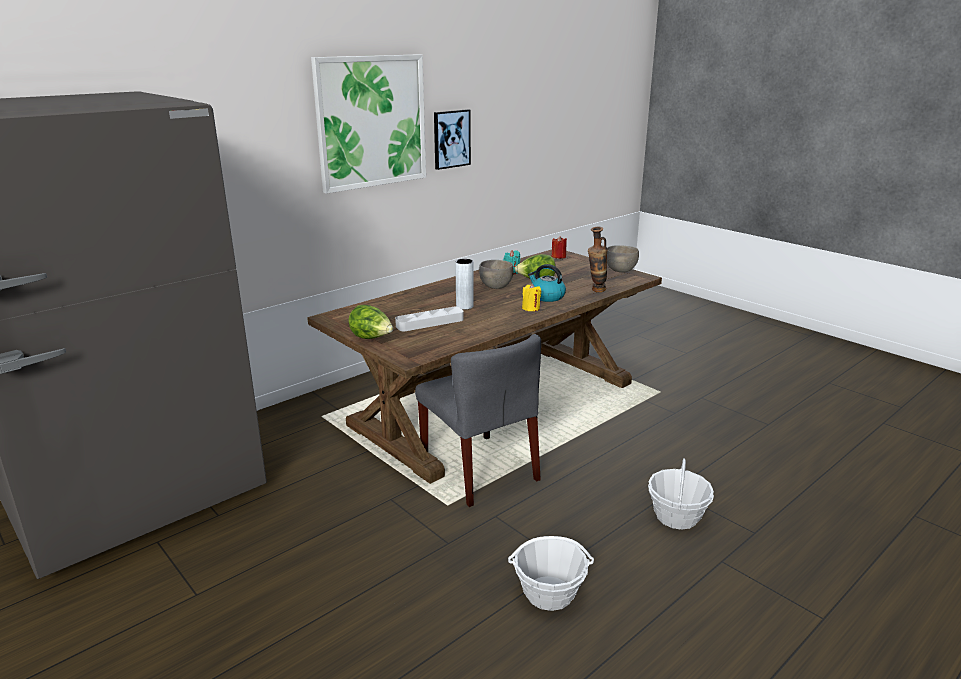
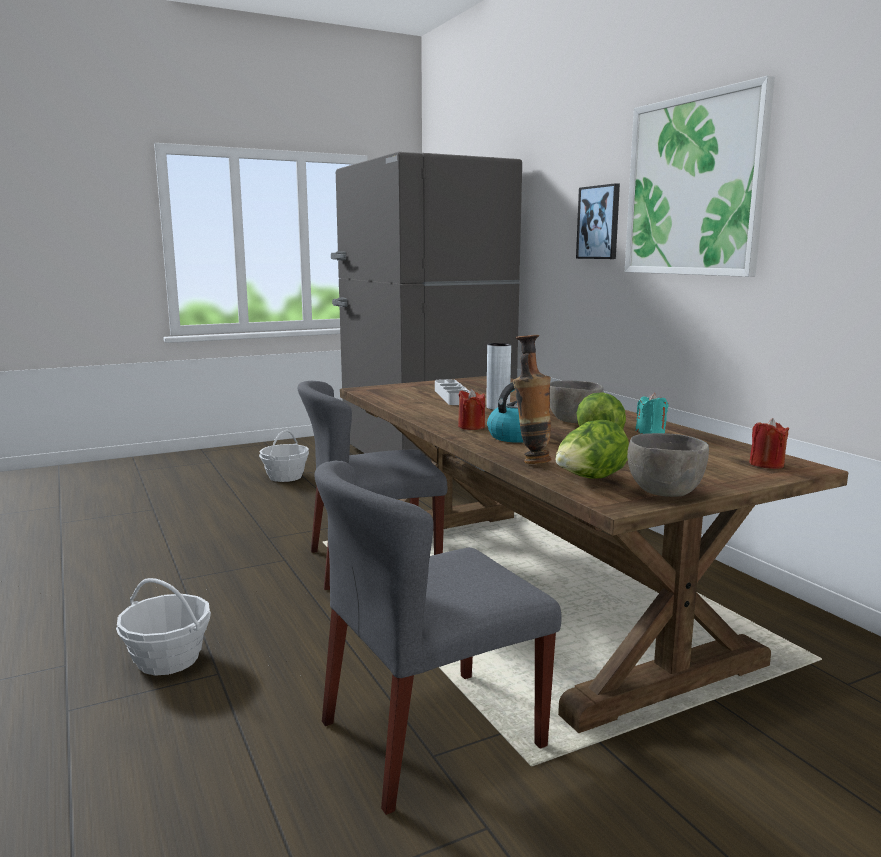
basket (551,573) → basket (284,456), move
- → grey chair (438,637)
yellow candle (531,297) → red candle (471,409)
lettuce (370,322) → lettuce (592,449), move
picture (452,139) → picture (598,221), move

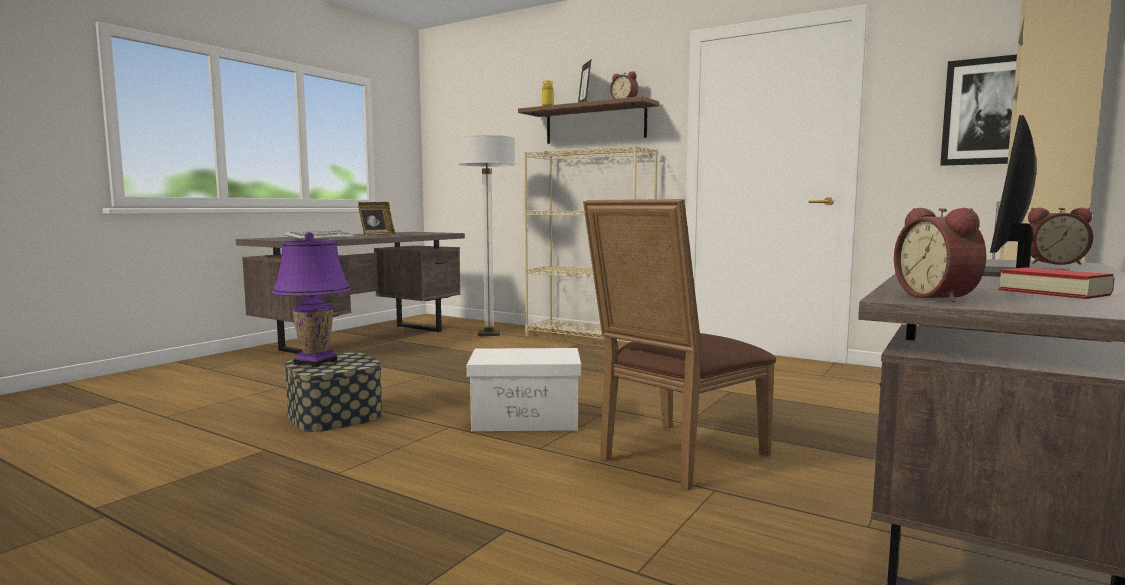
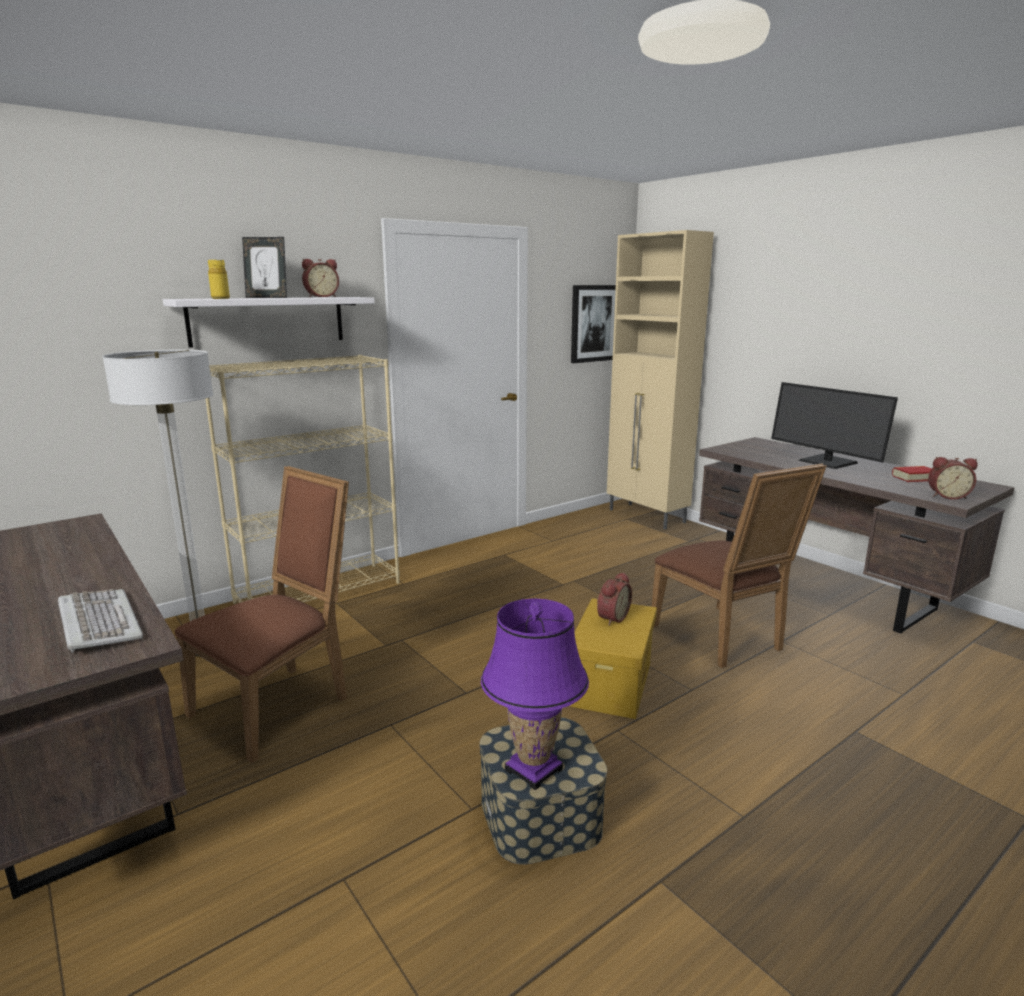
brown shelf (588,120) → white shelf (269,322)
- → brown chair (262,614)
white storage box (524,389) → yellow storage box (613,658)
alarm clock (1060,236) → alarm clock (614,599), move
picture frame (377,219) → -

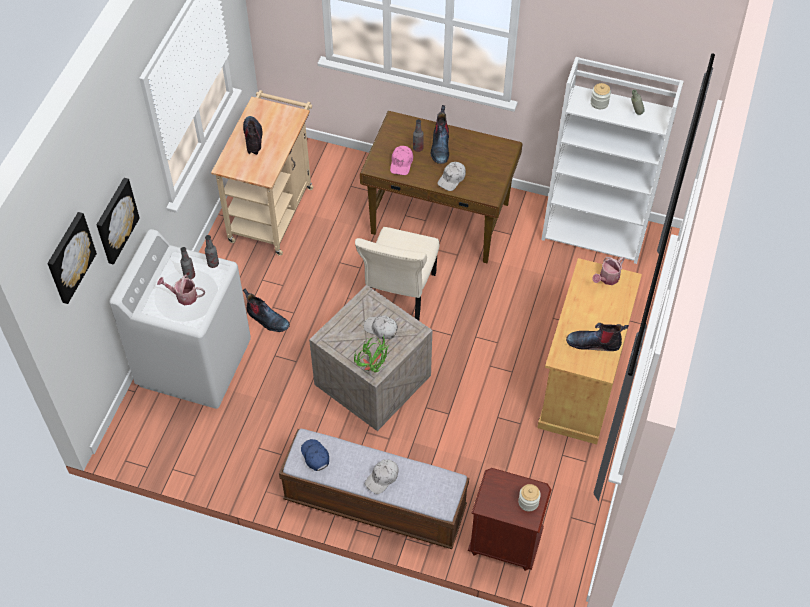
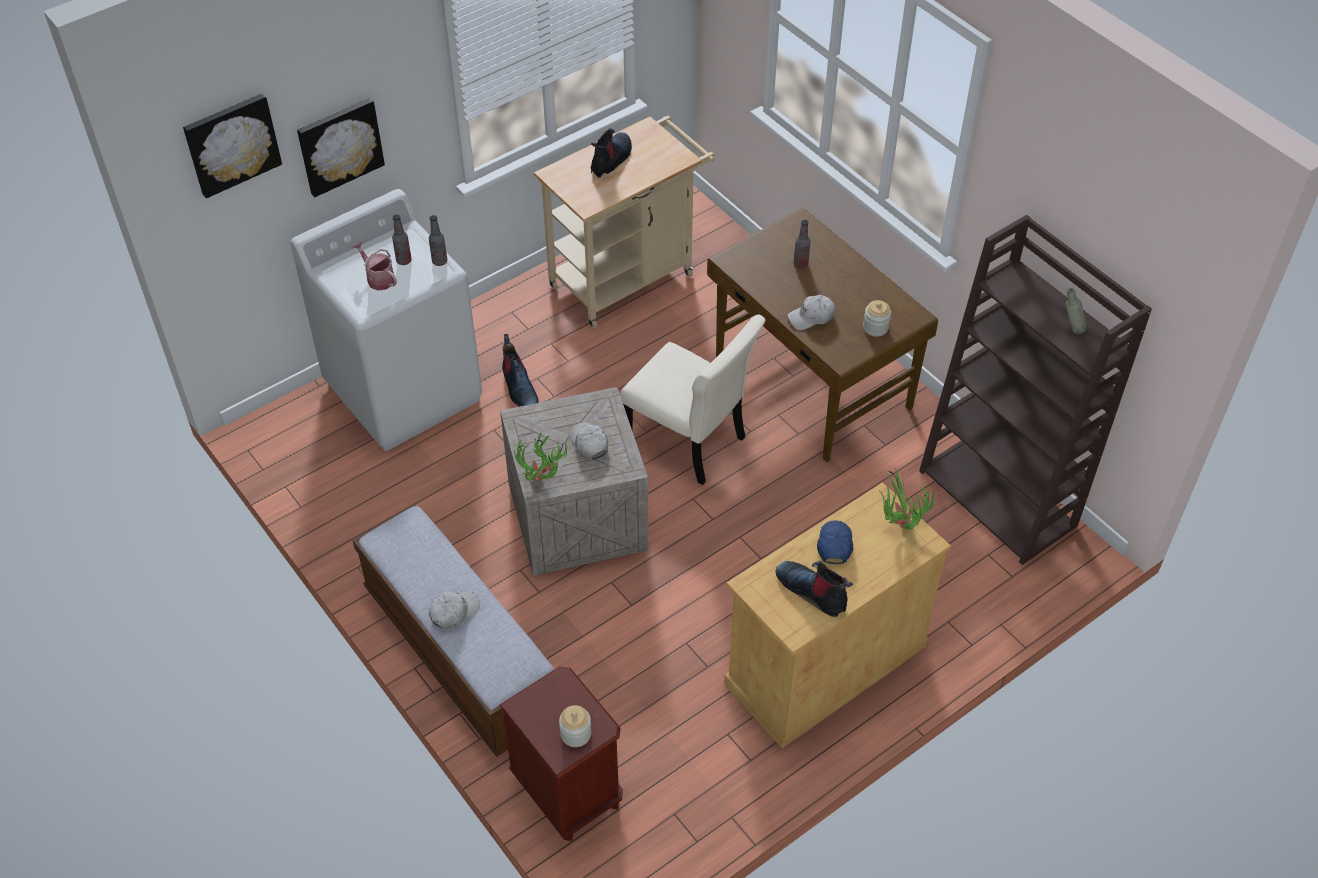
white cap (382,476) → white cap (454,610), 150 degrees clockwise
beige chair (397,273) → beige chair (693,399), 105 degrees counterclockwise
blue cap (315,455) → blue cap (835,542), move
jar (601,96) → jar (877,318), move
watering can (608,271) → potted plant (906,498)
white bookcase (612,160) → brown bookcase (1035,390)
pink cap (401,160) → -
boot (440,134) → -

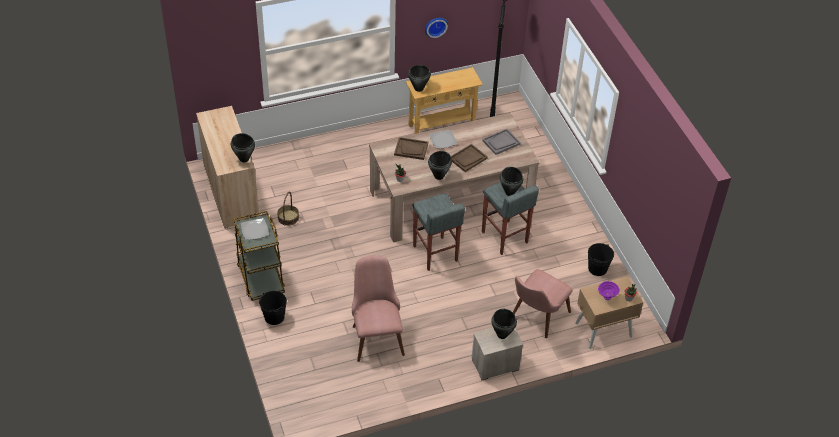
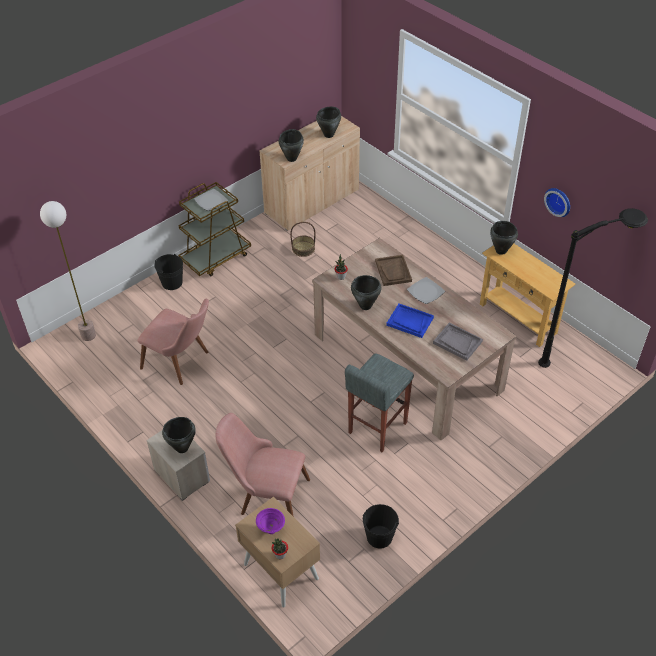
- → floor lamp (68,271)
pink chair (378,308) → pink chair (173,342), 60 degrees clockwise
black cooking pot (512,181) → black cooking pot (328,122), move
brown tray (469,158) → blue tray (410,320)
grey stool (439,232) → -

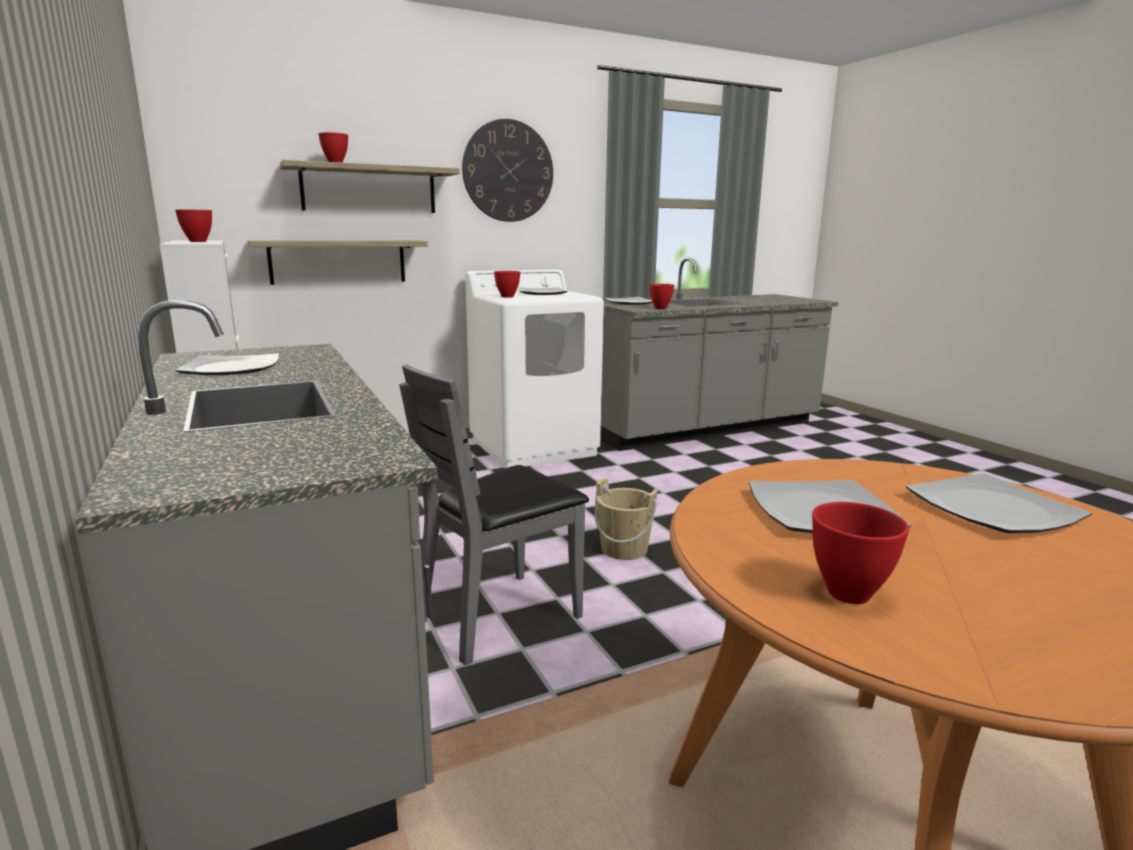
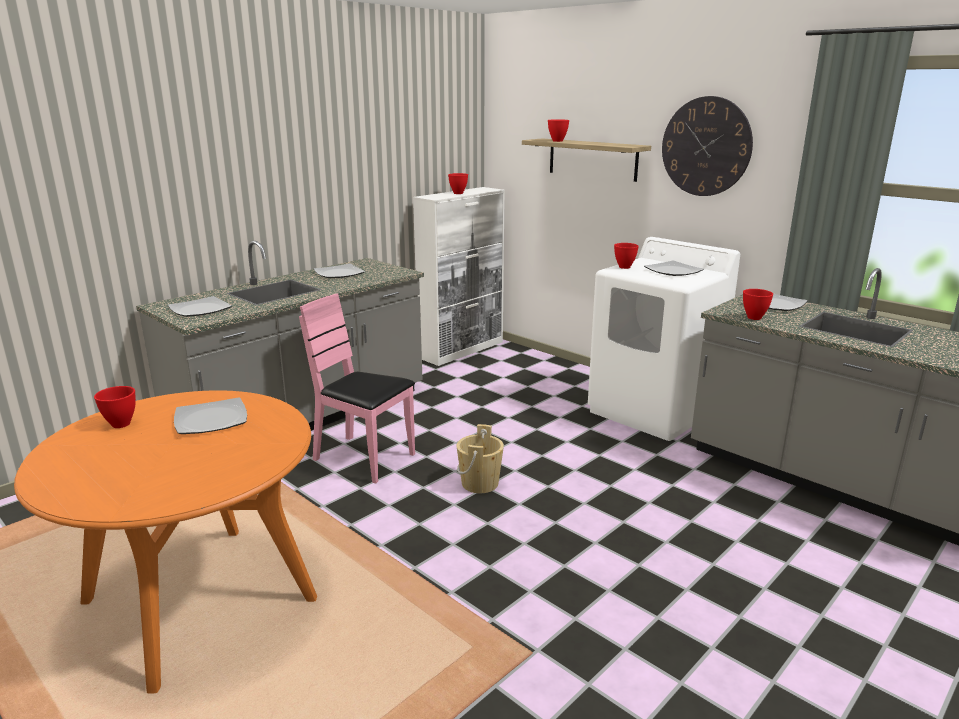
plate (999,503) → plate (200,306), move
grey chair (494,514) → pink chair (357,388)
shelf (337,262) → -

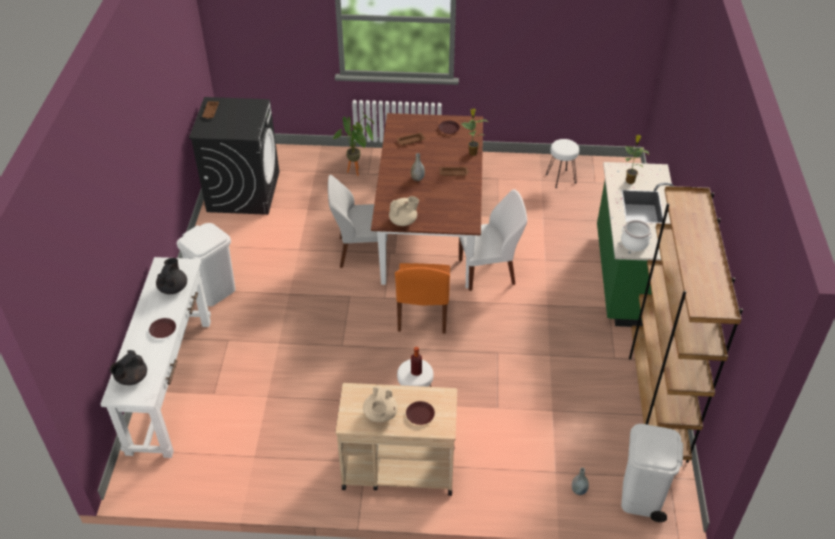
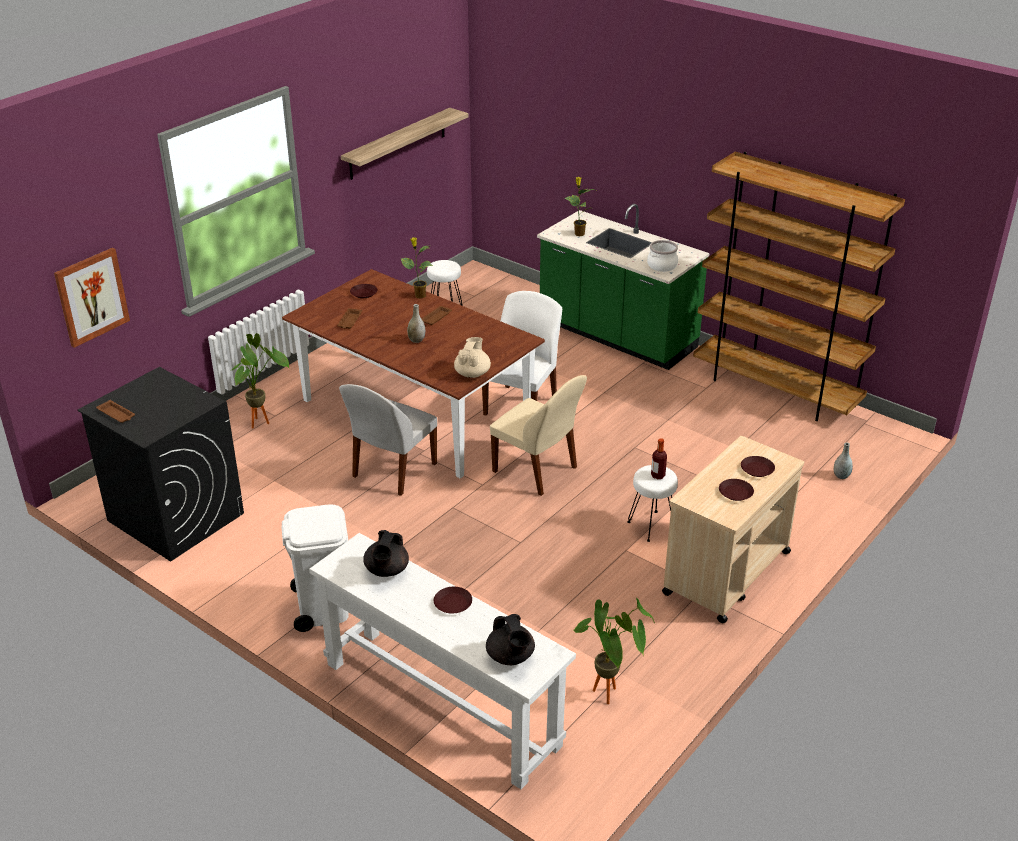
- → picture (92,298)
- → shelf (405,144)
black teapot (171,276) → black teapot (386,553), 120 degrees counterclockwise
orange chair (422,298) → beige chair (538,435)
- → potted plant (614,651)
beige teapot (380,404) → brown plate (736,490)
white trash can (652,473) → -

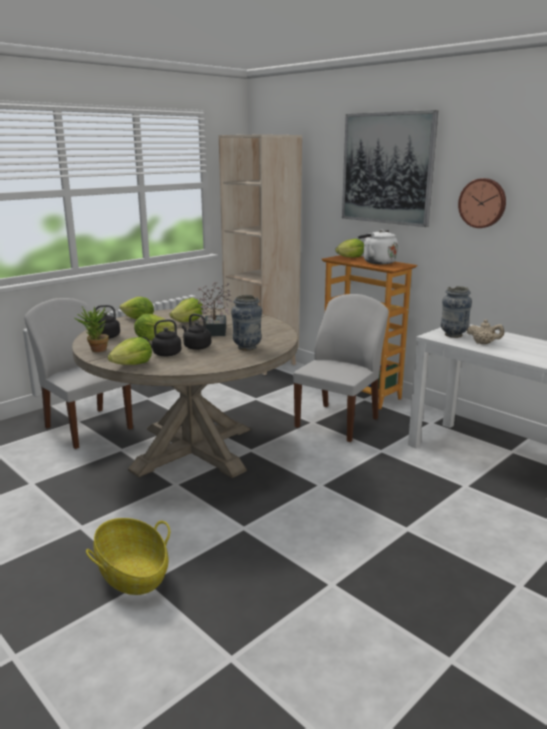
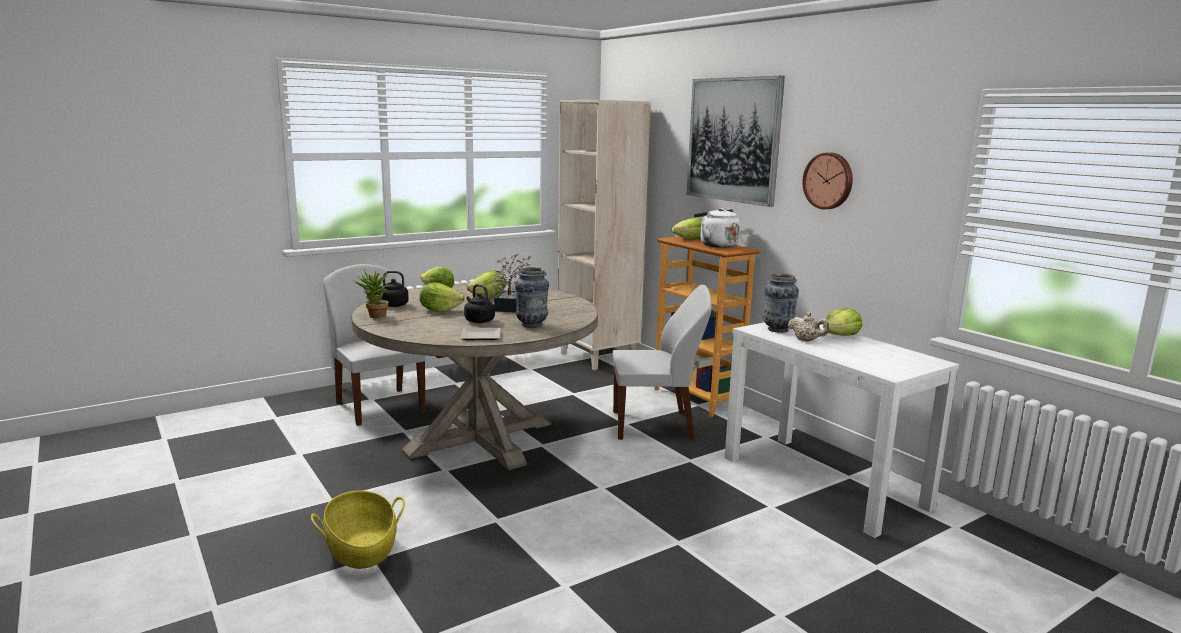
- → plate (481,334)
white chair (341,368) → white chair (662,362), 45 degrees clockwise
lettuce (130,351) → lettuce (842,322), move
black kettle (162,337) → -

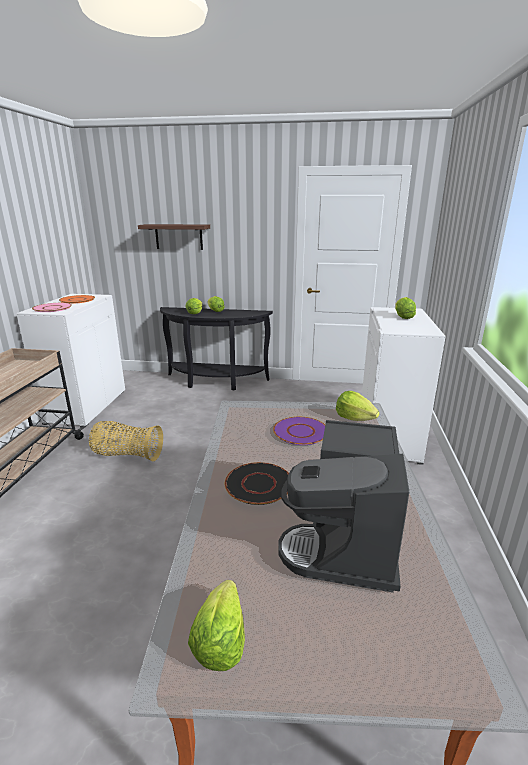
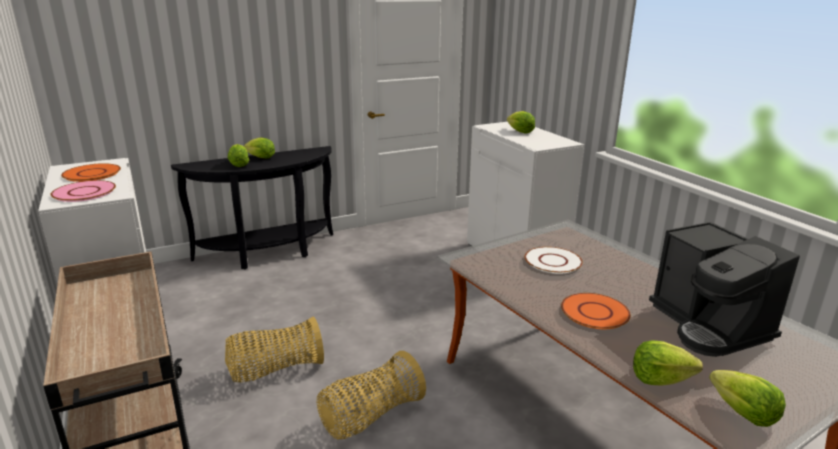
- → basket (371,395)
purple plate (299,431) → white plate (553,260)
black plate (257,483) → orange plate (596,311)
lettuce (358,406) → lettuce (668,363), move
shelf (174,237) → -

